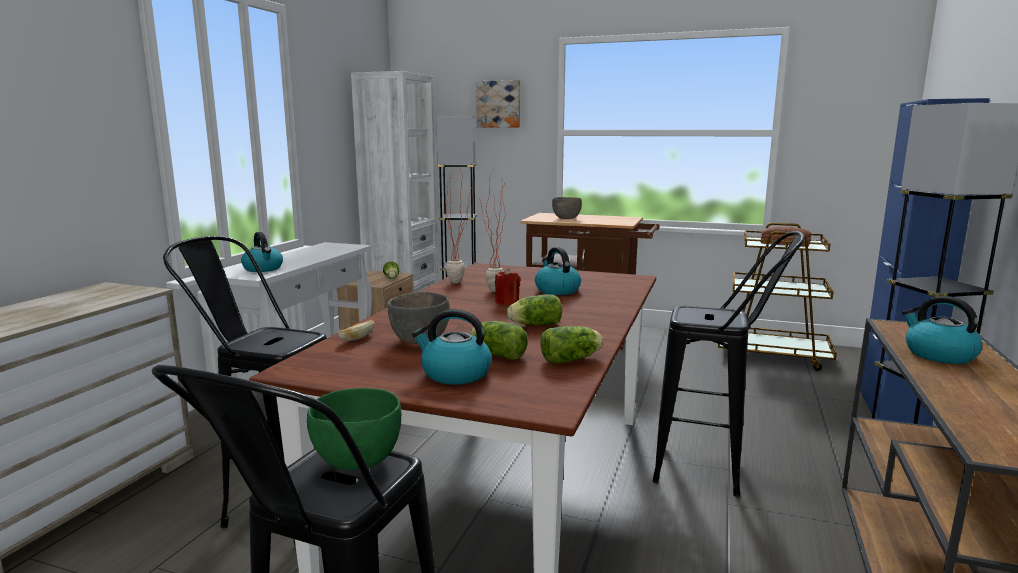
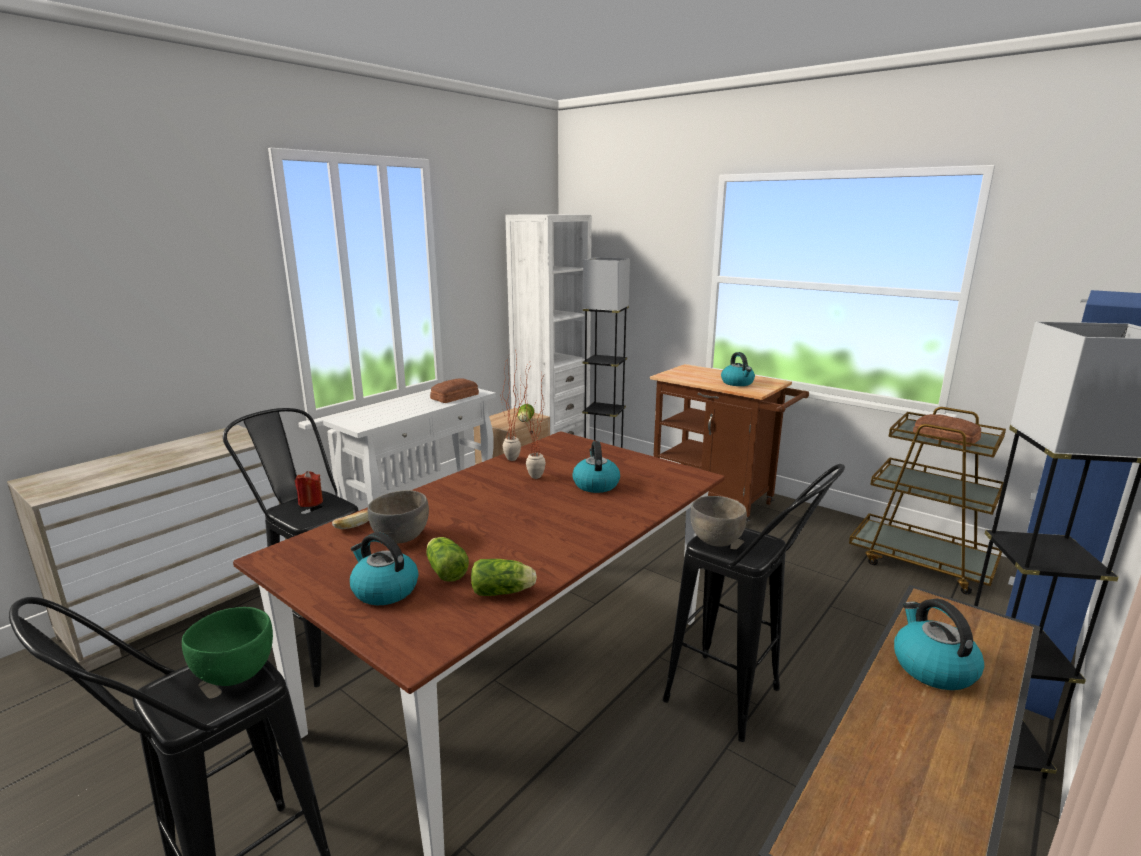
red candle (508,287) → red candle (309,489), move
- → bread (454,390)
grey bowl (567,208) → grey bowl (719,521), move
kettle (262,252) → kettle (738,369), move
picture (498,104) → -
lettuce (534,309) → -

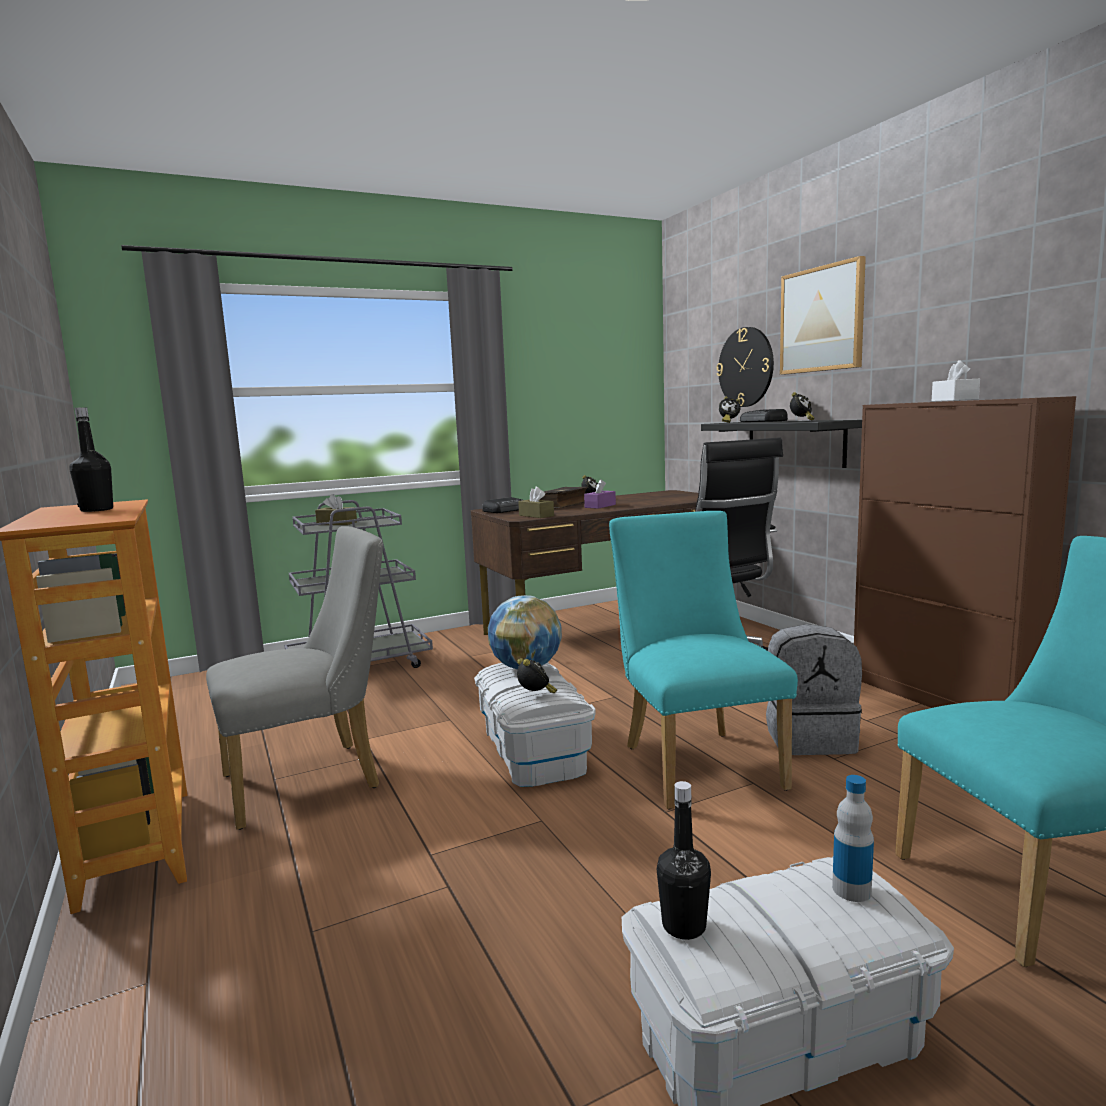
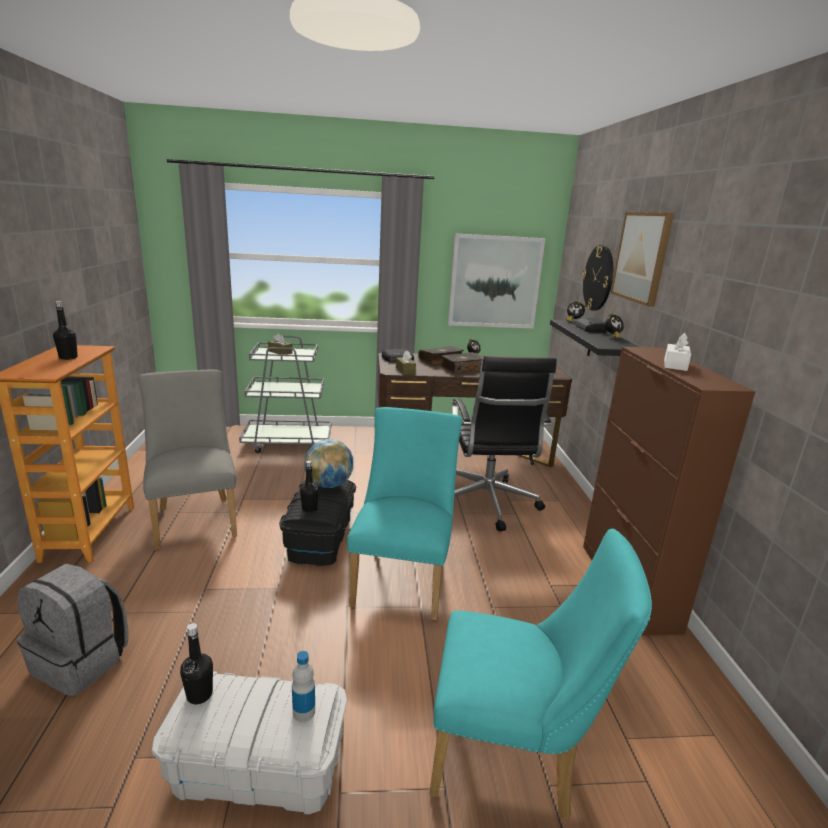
grey backpack (814,689) → grey backpack (72,630), move
grey chair (294,678) → grey chair (187,459), 105 degrees counterclockwise
white storage box (535,724) → black storage box (317,523)
alarm clock (537,675) → black bottle (309,486)
purple tissue box (600,494) → book (461,362)
- → picture (496,280)

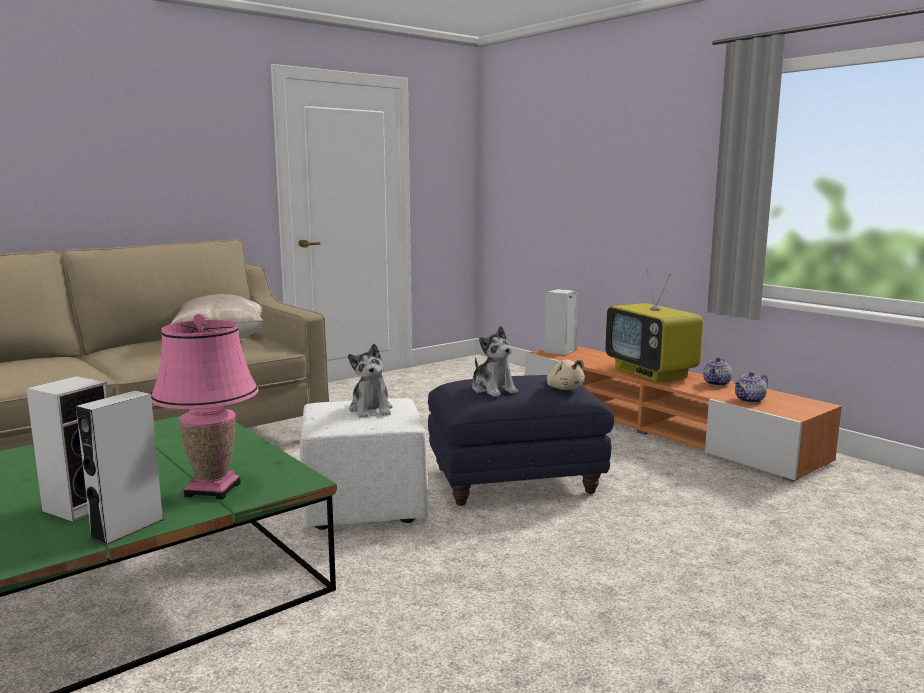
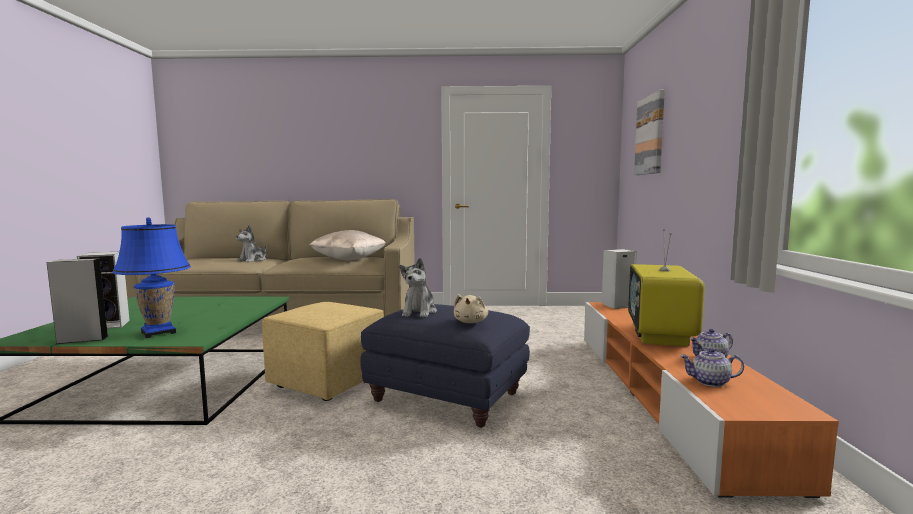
pink table lamp (205,406) → blue table lamp (151,277)
plush toy (370,381) → plush toy (251,243), move
white ottoman (364,464) → yellow ottoman (323,351)
- → picture (649,132)

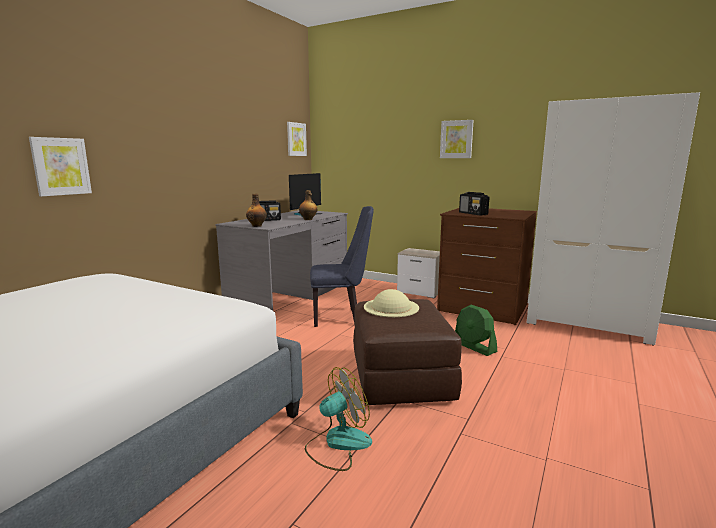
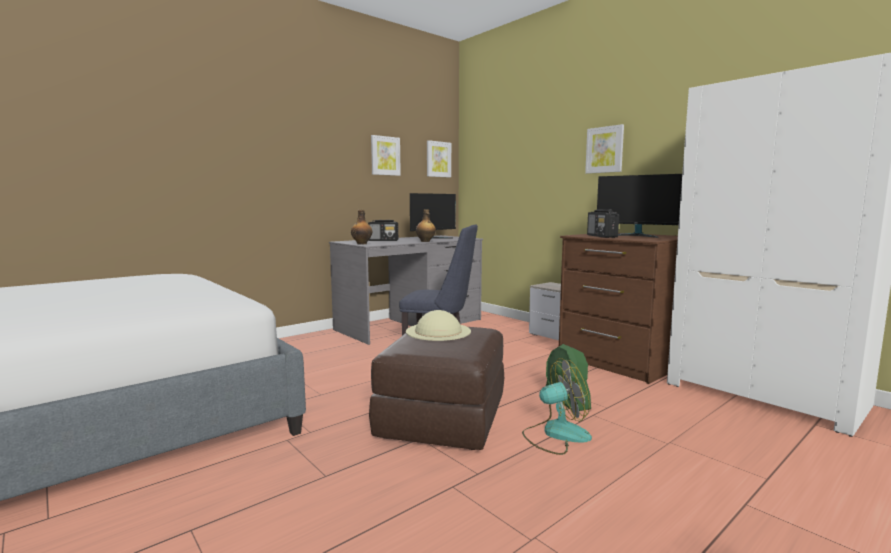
picture (60,167) → picture (386,155), move
fan (338,419) → fan (557,406), move
- → monitor (639,206)

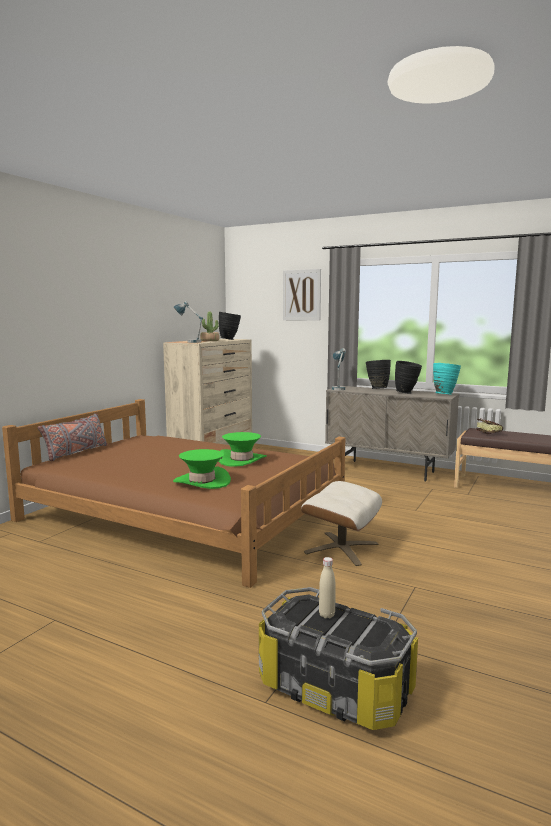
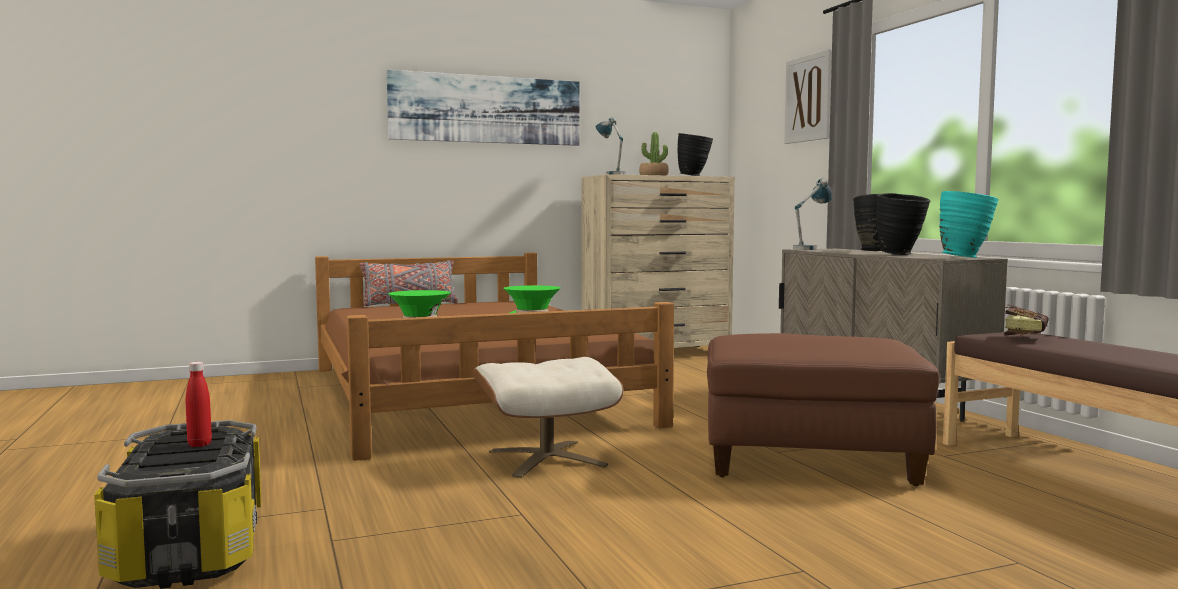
beige bottle (327,587) → red bottle (199,404)
- → picture (483,108)
- → brown ottoman (823,409)

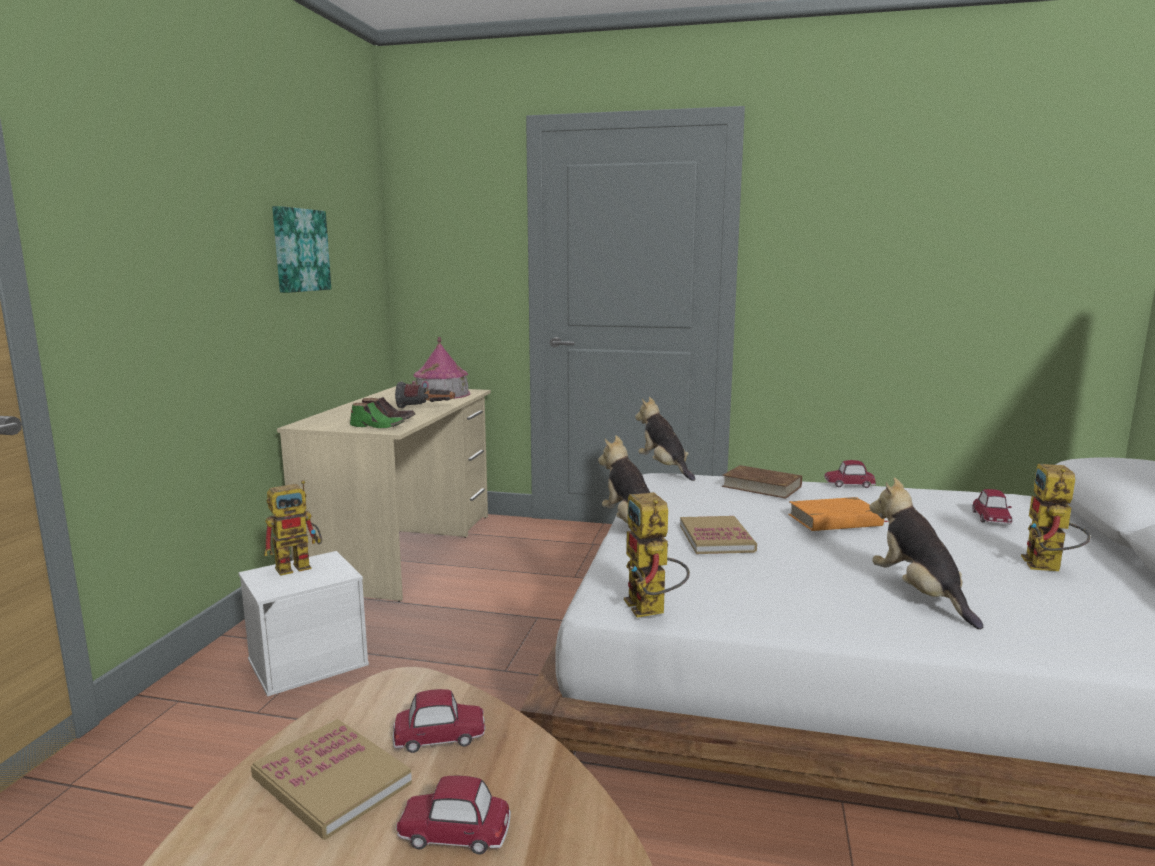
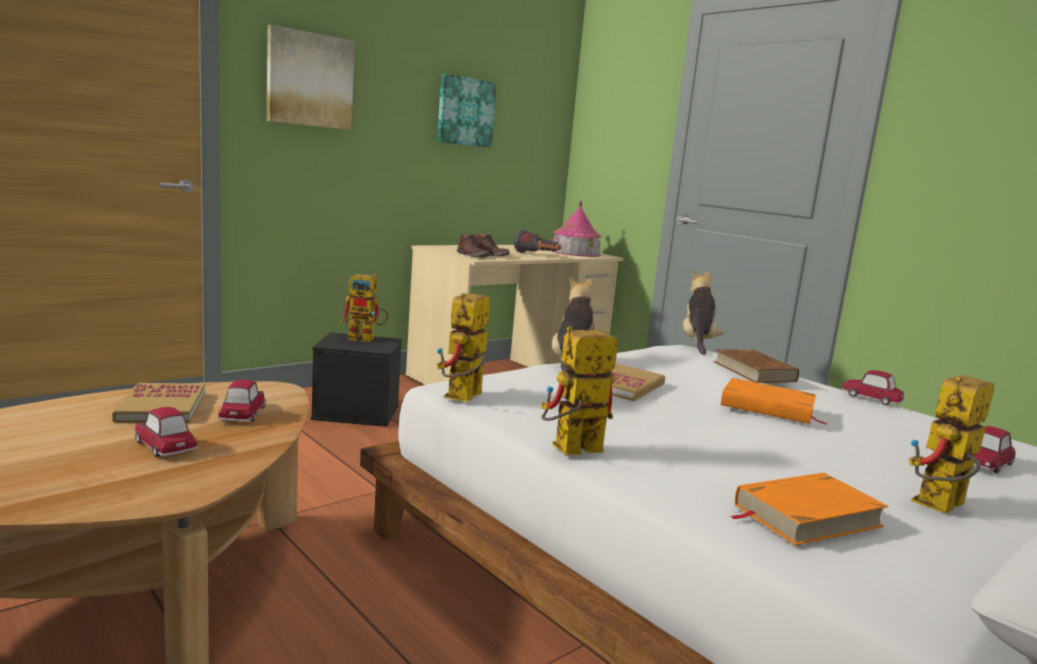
toy car (439,721) → toy car (242,400), 120 degrees counterclockwise
- → picture (311,77)
white storage box (303,624) → black storage box (356,379)
green shoe (377,415) → brown shoe (473,245)
- → toy robot (579,390)
- → orange book (809,509)
plush toy (926,553) → -

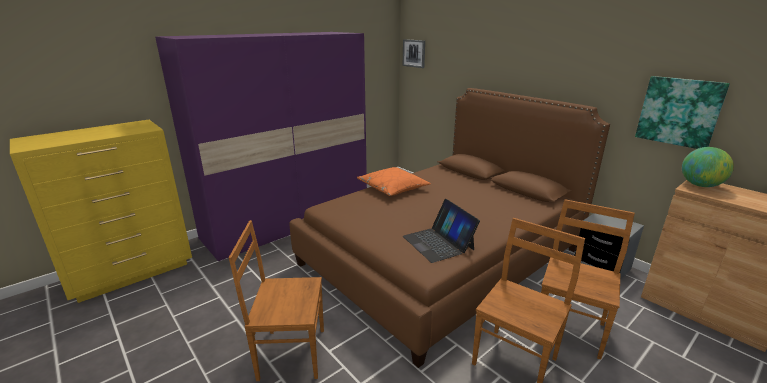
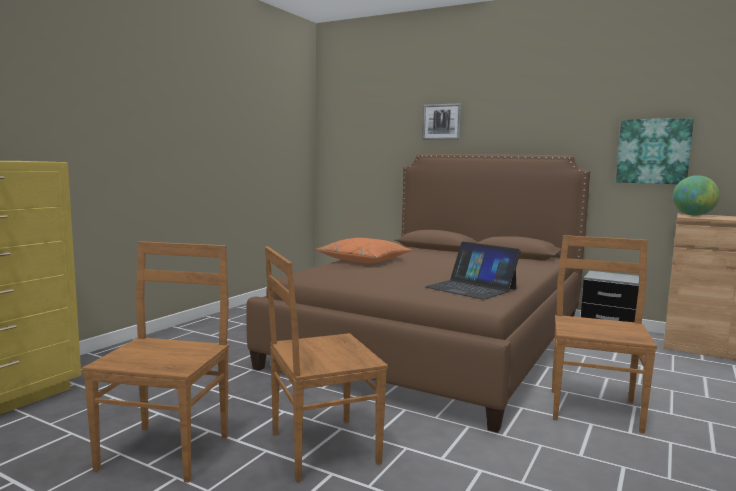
brown chair (588,279) → brown chair (155,362), move
picture (414,53) → picture (442,121), move
purple wardrobe (261,146) → -

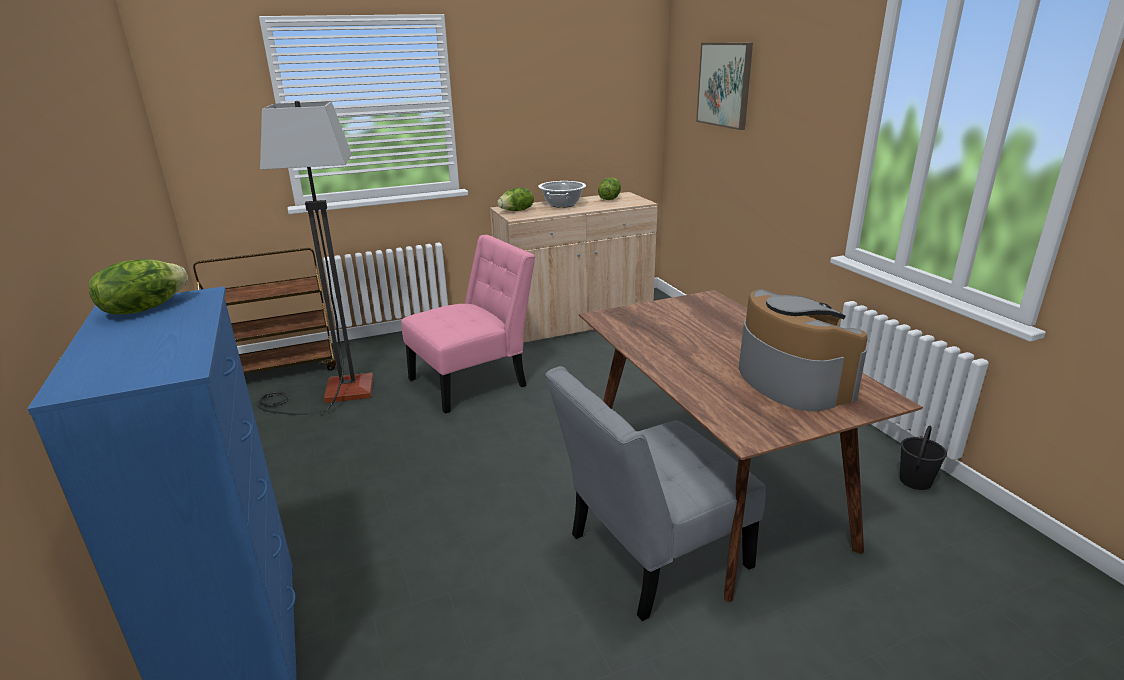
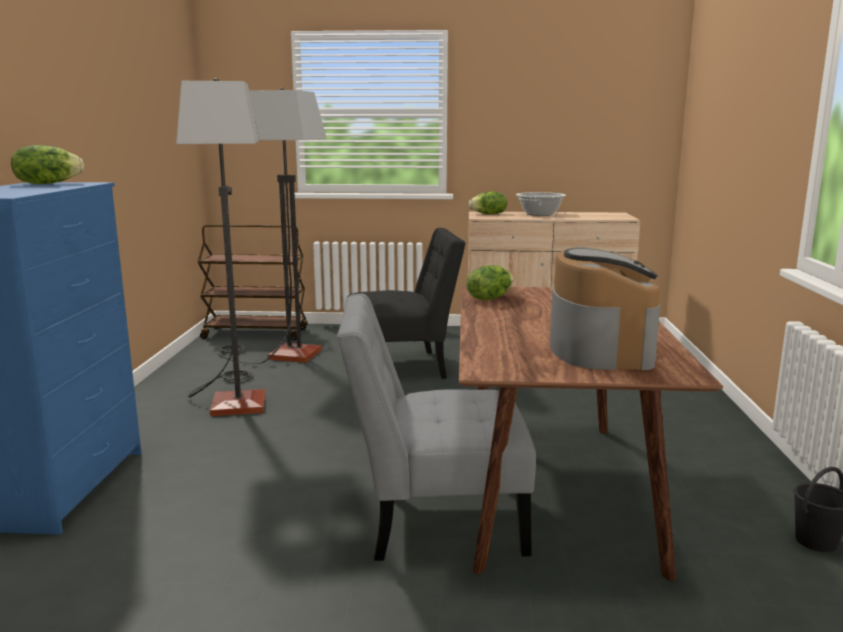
- → floor lamp (220,247)
pink chair (468,324) → black chair (406,303)
lettuce (609,189) → lettuce (489,282), move
picture (724,86) → -

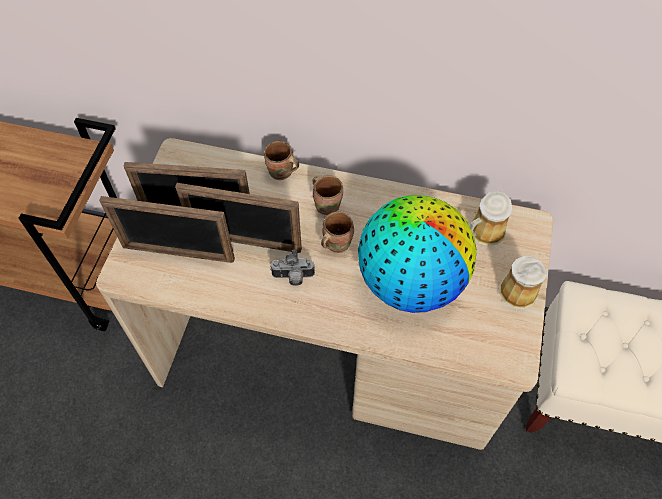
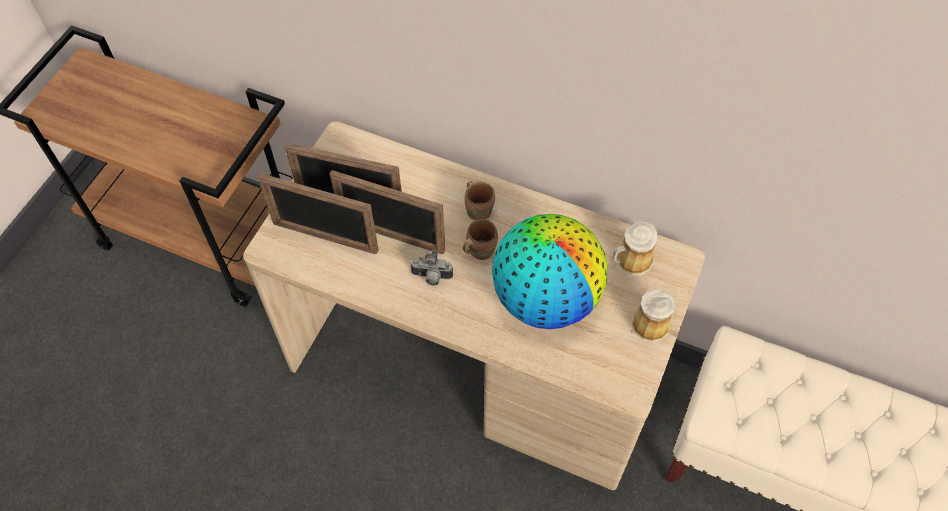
brown mug (281,160) → -

